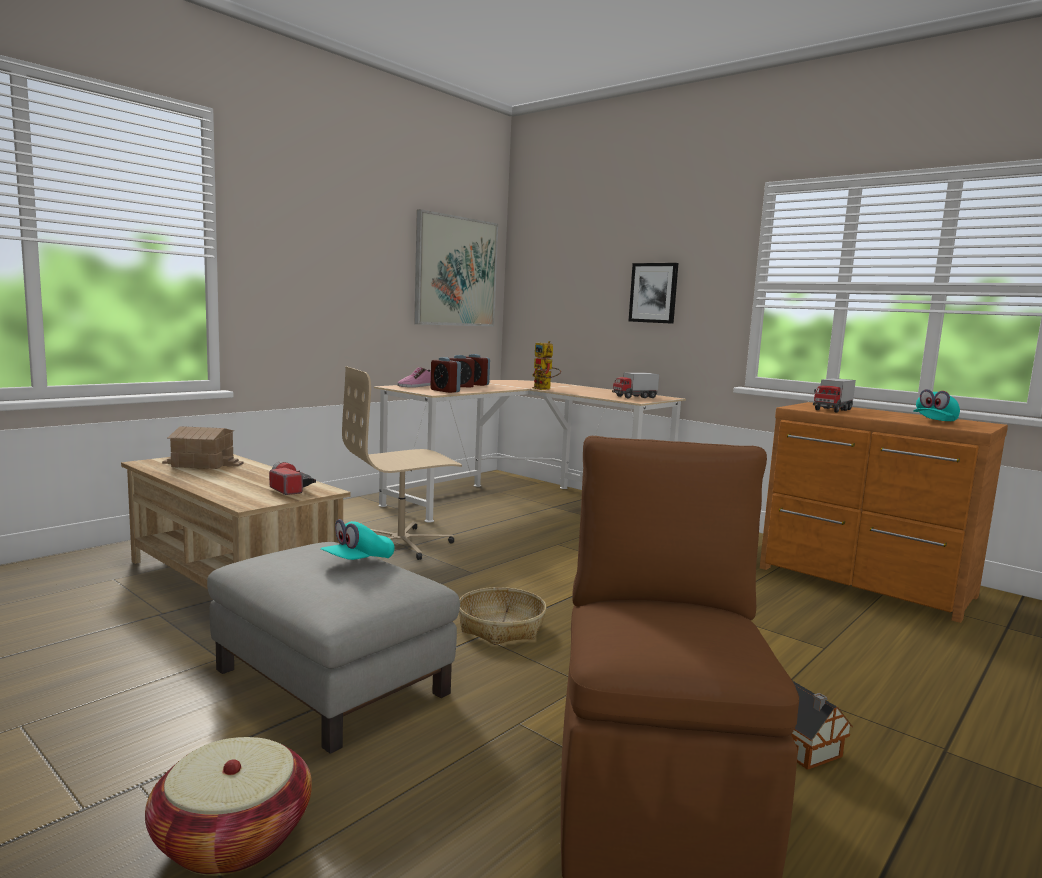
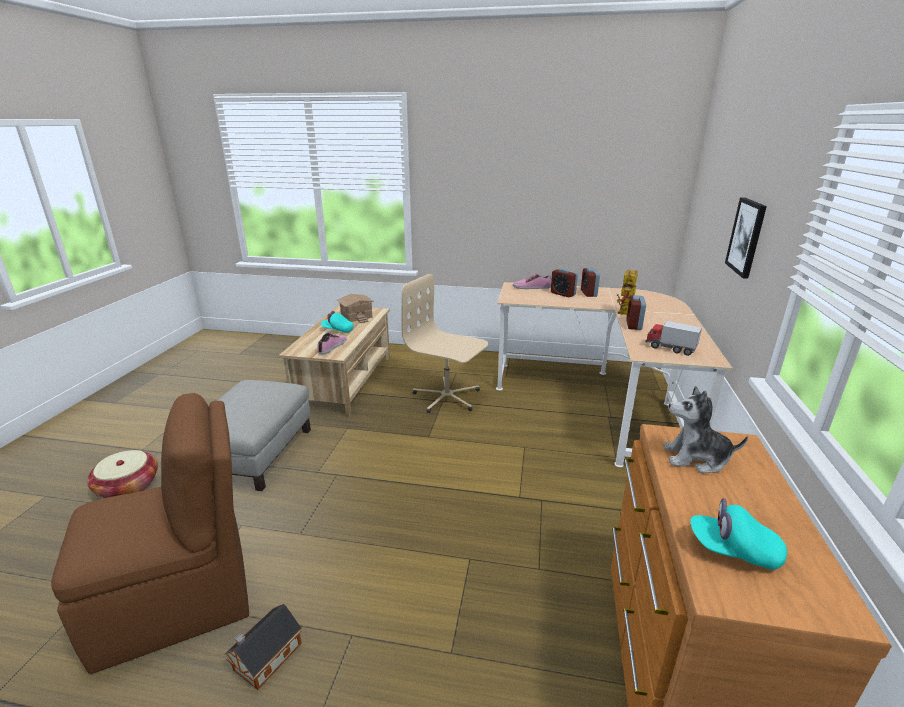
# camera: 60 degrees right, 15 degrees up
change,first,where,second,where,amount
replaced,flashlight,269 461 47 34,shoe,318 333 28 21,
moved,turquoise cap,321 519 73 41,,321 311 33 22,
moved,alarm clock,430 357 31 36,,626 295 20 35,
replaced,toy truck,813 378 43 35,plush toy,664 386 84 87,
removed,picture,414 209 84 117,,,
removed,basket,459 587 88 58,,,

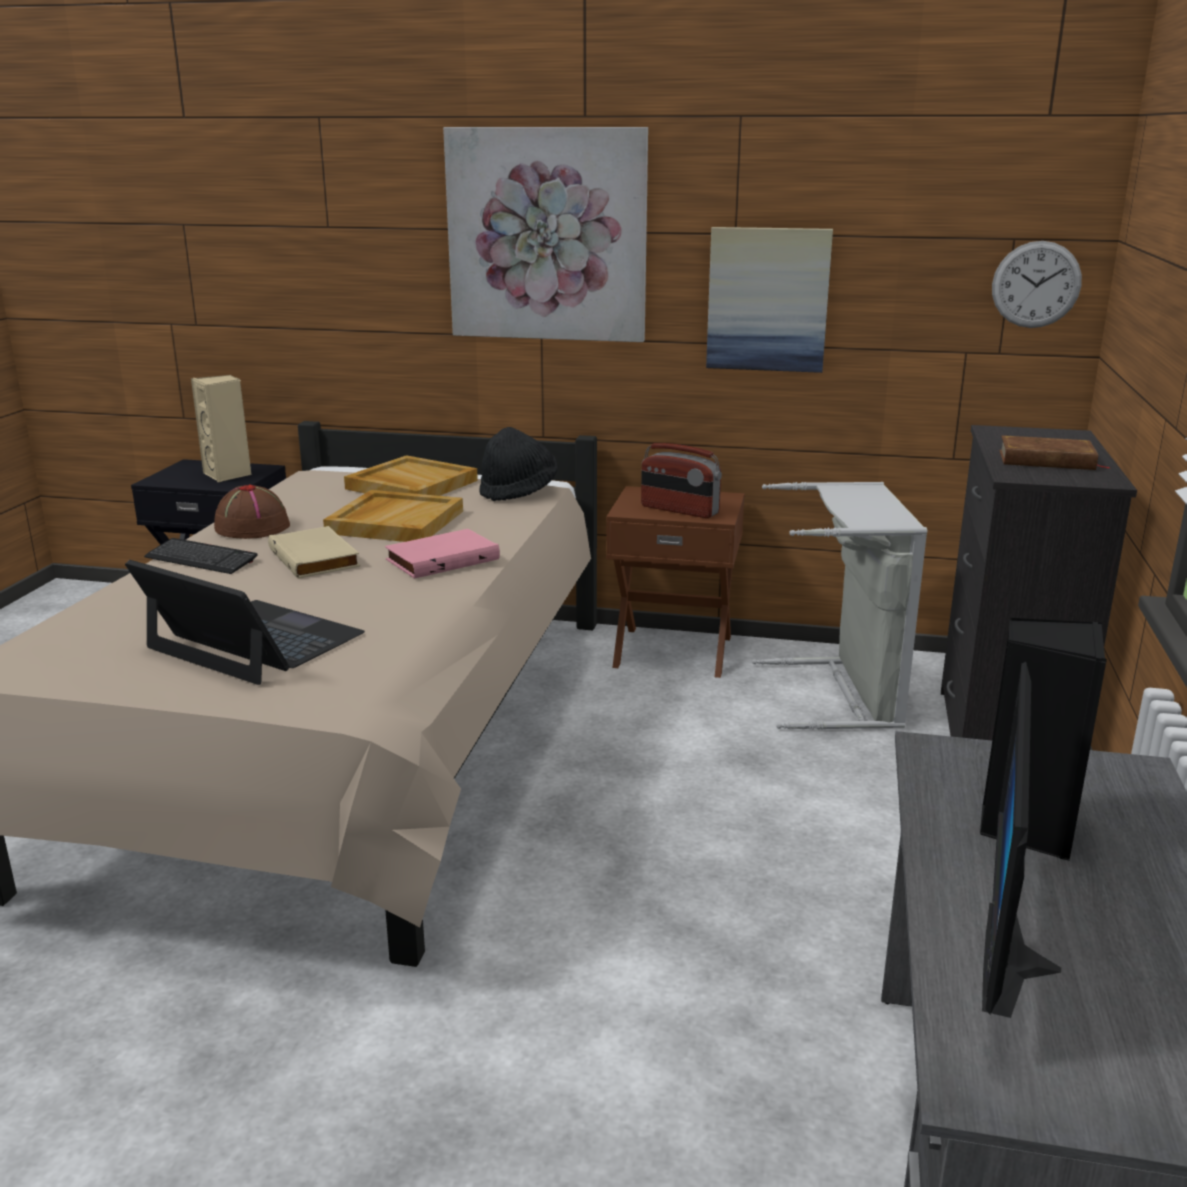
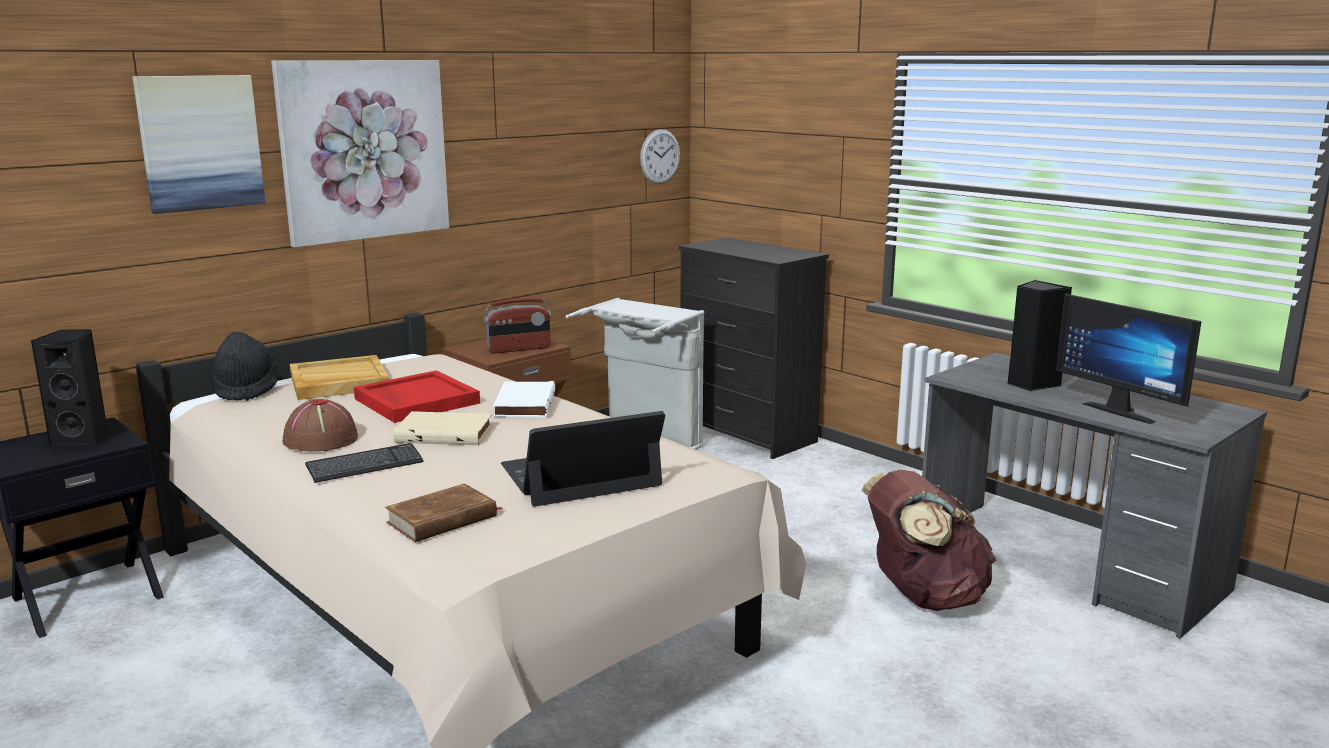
# camera: 55 degrees left, 5 degrees down
change,first,where,second,where,amount
recoloured,beige speaker,191 375 60 107,black speaker,31 329 77 117,
moved,picture,706 227 127 146,,132 75 134 139,
moved,black hat,479 427 79 74,,213 332 65 69,
recoloured,beige tray,323 490 140 52,red tray,354 370 126 53,
moved,brown book,999 435 111 35,,385 484 118 58,
recoloured,pink book,385 529 115 50,white book,493 381 62 37,
added,,,brown backpack,861 470 135 141,

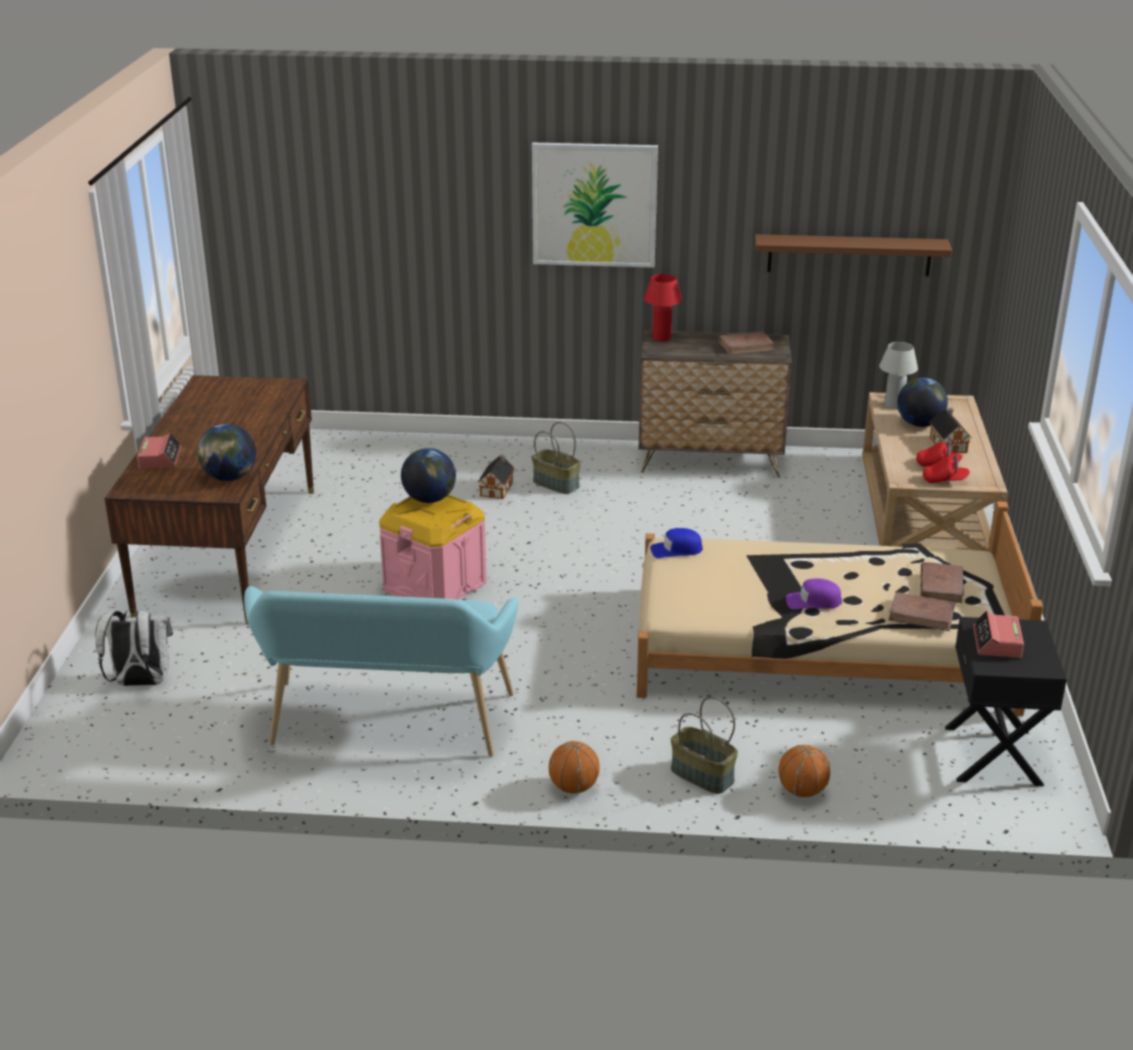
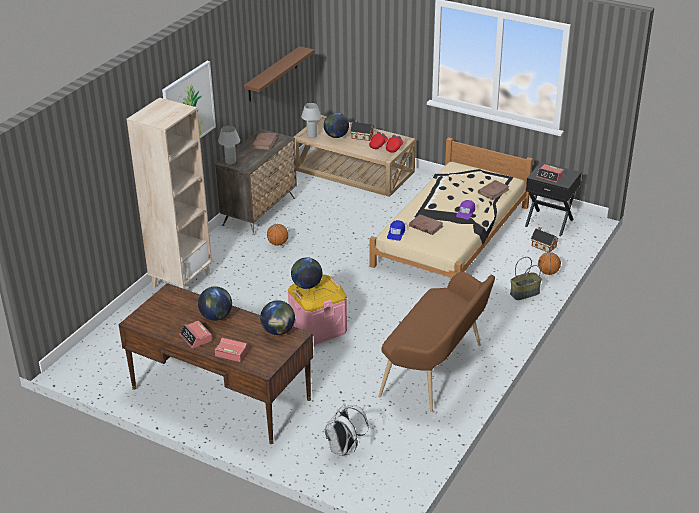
# camera: 65 degrees left, 5 degrees up
change,first,where,second,where,amount
added,,,beige bookcase,127 98 85 191,
added,,,alarm clock,180 321 32 28,
added,,,globe,198 286 34 35,
recoloured,red table lamp,644 274 38 67,white table lamp,218 126 22 38,
moved,basketball,549 741 51 53,,267 224 21 22,
recoloured,turquoise bench,244 586 275 171,brown bench,378 272 117 140,
moved,brown book,920 562 44 41,,409 214 34 21,
moved,toy house,477 455 38 44,,531 227 27 25,
removed,basket,532 422 49 72,,,

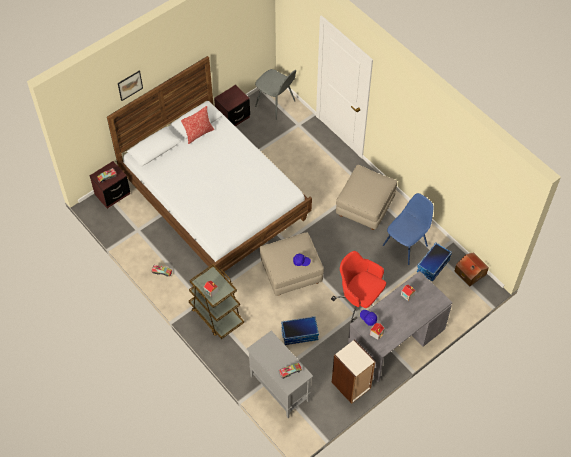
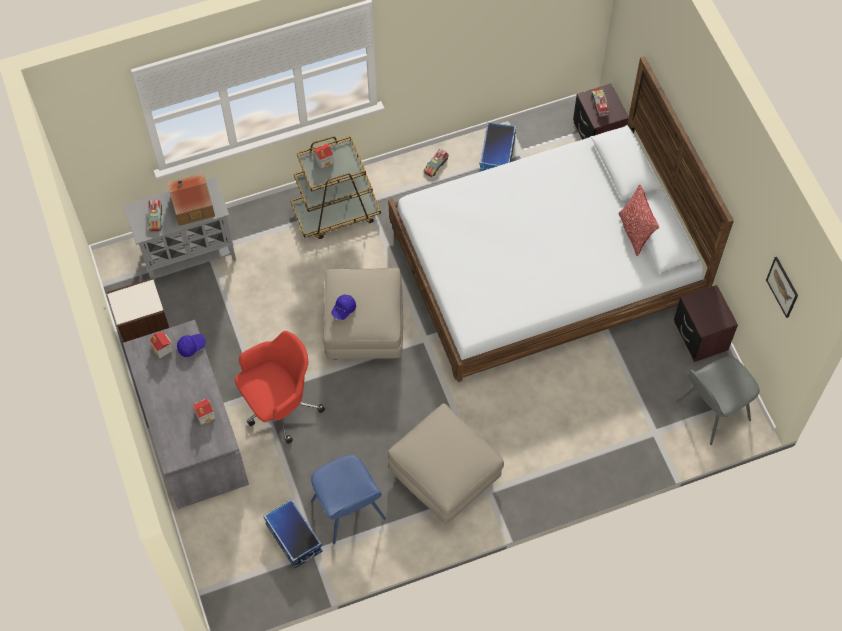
# camera: 110 degrees right, 5 degrees up
change,first,where,second,where,amount
moved,toy house,455 252 34 35,,167 174 48 52,
moved,storage box,281 316 38 29,,479 122 37 50,
moved,picture,118 70 25 31,,766 257 32 61,

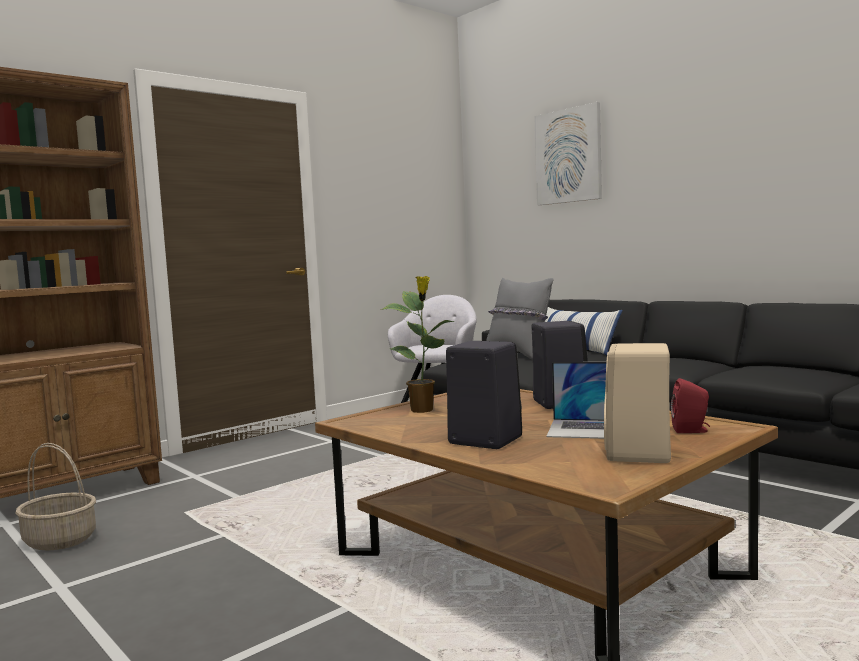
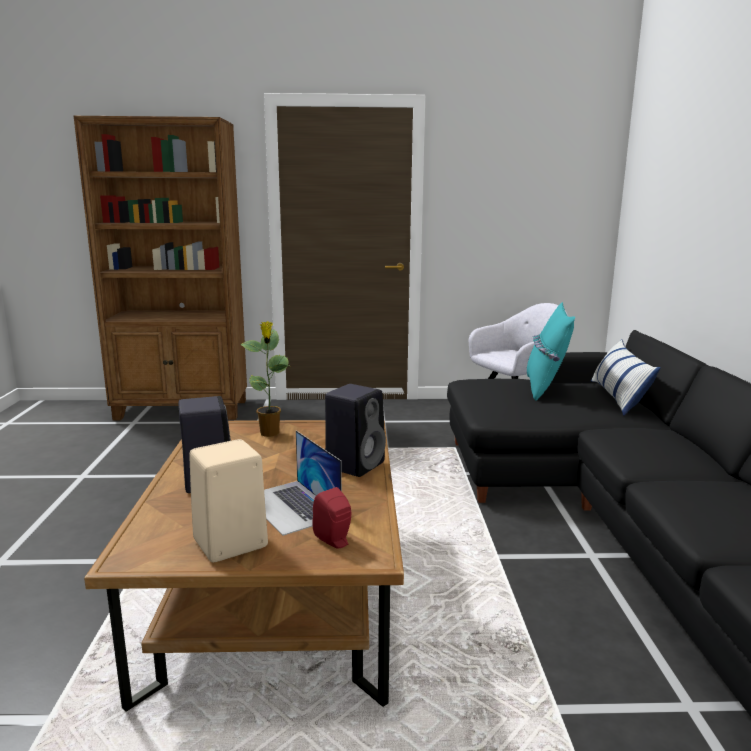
# camera: 40 degrees right, 10 degrees up
change,first,where,second,where,amount
recoloured,grey pillow,486 278 68 82,turquoise pillow,527 302 48 99,
removed,basket,15 443 81 107,,,
removed,picture,534 102 68 103,,,

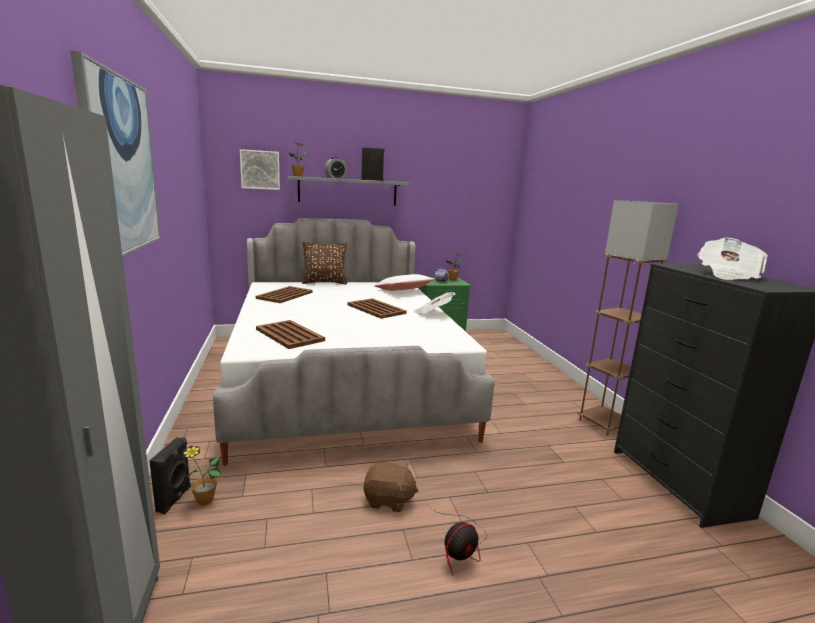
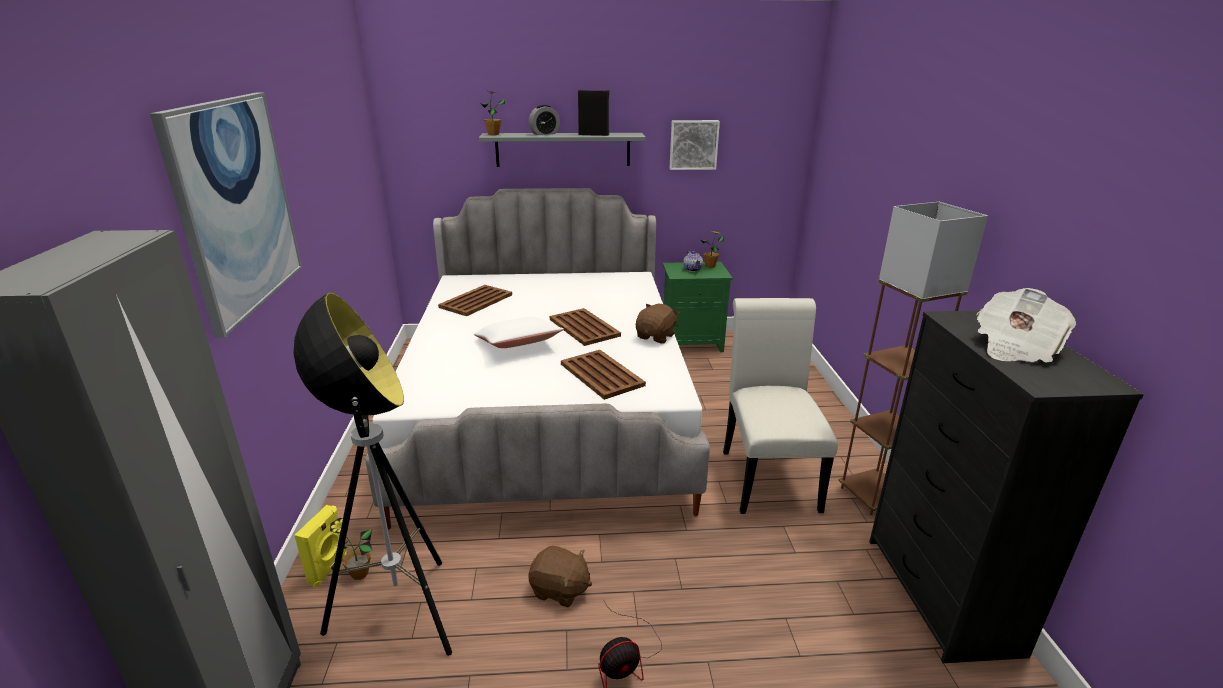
# camera: 10 degrees right, 10 degrees up
change,first,where,second,where,amount
added,,,floor lamp,294 292 158 364,
recoloured,black speaker,149 437 42 77,yellow speaker,294 505 53 83,
moved,white pillow,374 274 60 17,,474 317 90 31,
moved,brown tray,256 320 69 29,,561 350 85 50,
replaced,newspaper,413 292 43 23,brown plush toy,636 304 43 39,
moved,picture,240 149 40 41,,669 120 51 50,
added,,,white chair,723 298 115 216,
removed,brown pillow,302 242 45 42,,,

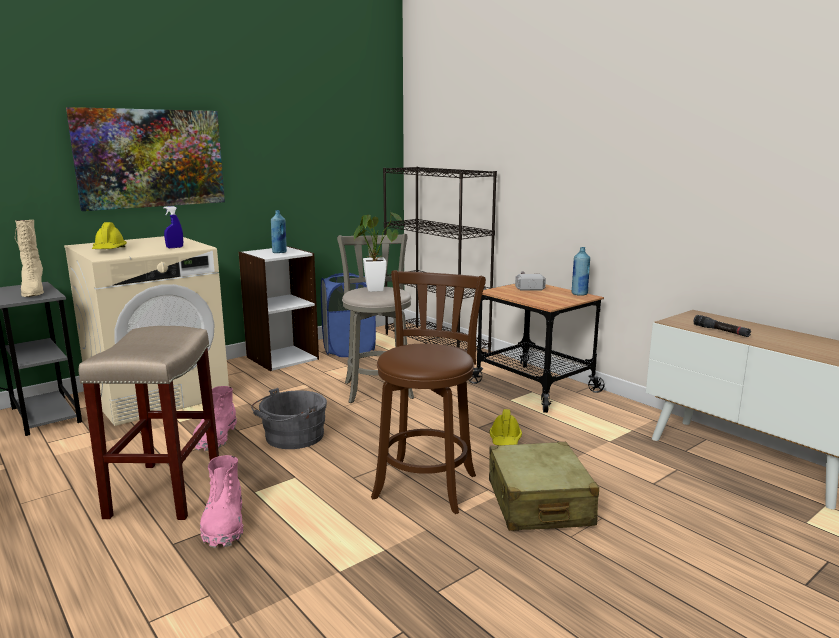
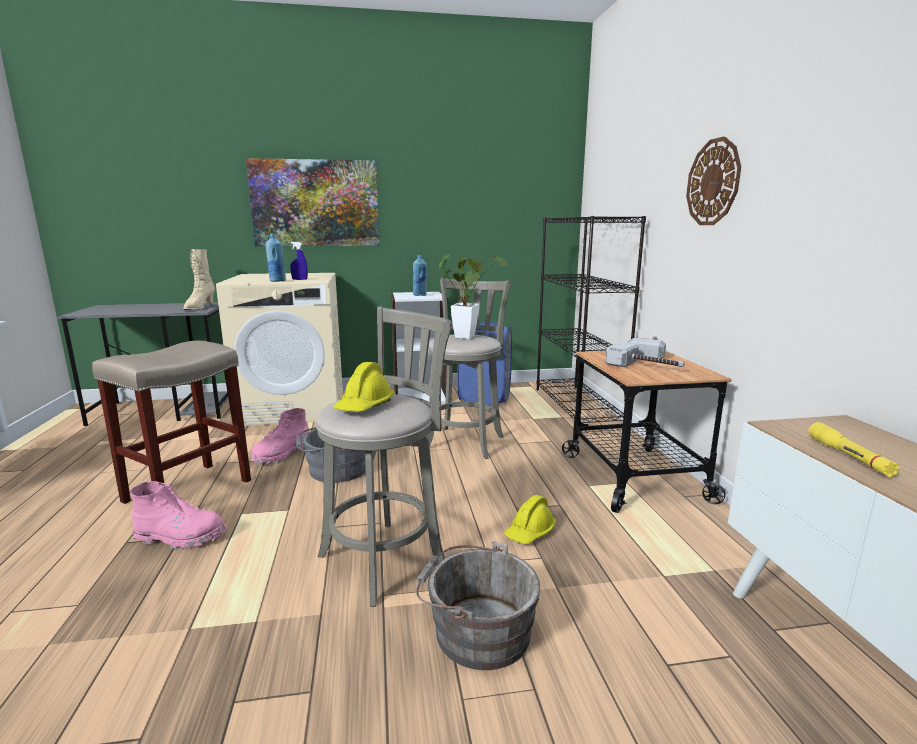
# camera: 30 degrees right, 0 degrees up
change,first,where,second,where,amount
turned,pink boot,200 455 44 93,,130 481 95 69,105 degrees counterclockwise
moved,blue bottle,571 247 19 49,,265 233 21 49,
recoloured,brown stool,371 270 115 244,grey stool,315 306 137 301,
moved,yellow hard hat,92 222 35 27,,333 362 61 49,
replaced,beige suitcase,489 442 110 89,grey bucket,416 541 124 129,
added,,,hammer,605 342 79 25,
added,,,wall clock,686 136 55 89,
recoloured,black flashlight,694 315 57 22,yellow flashlight,808 422 92 55,

